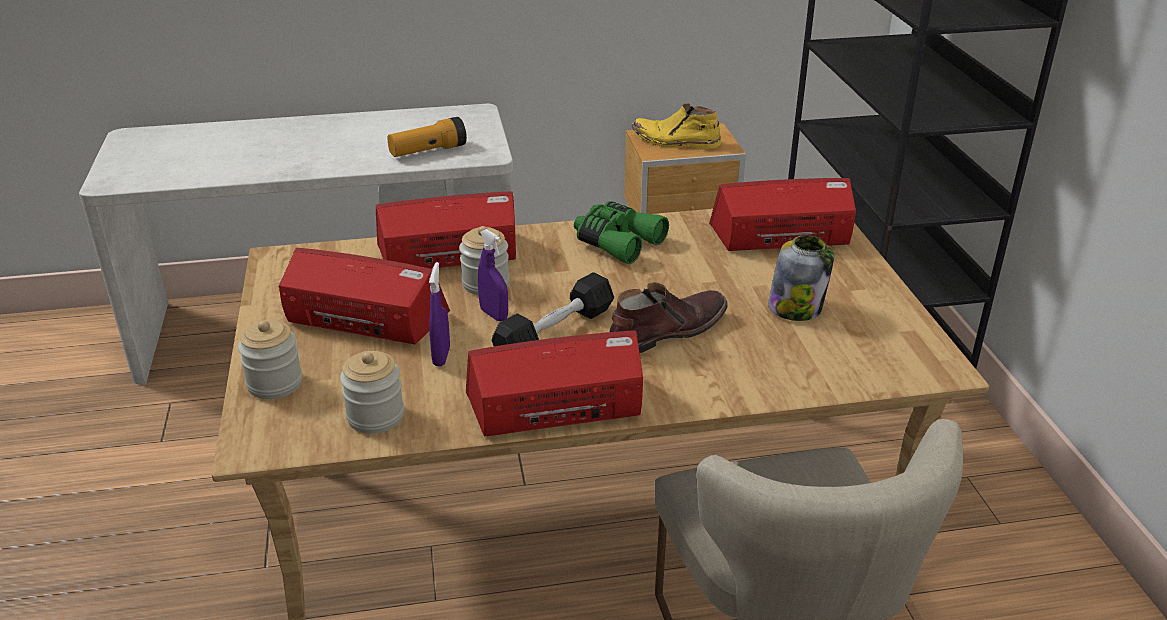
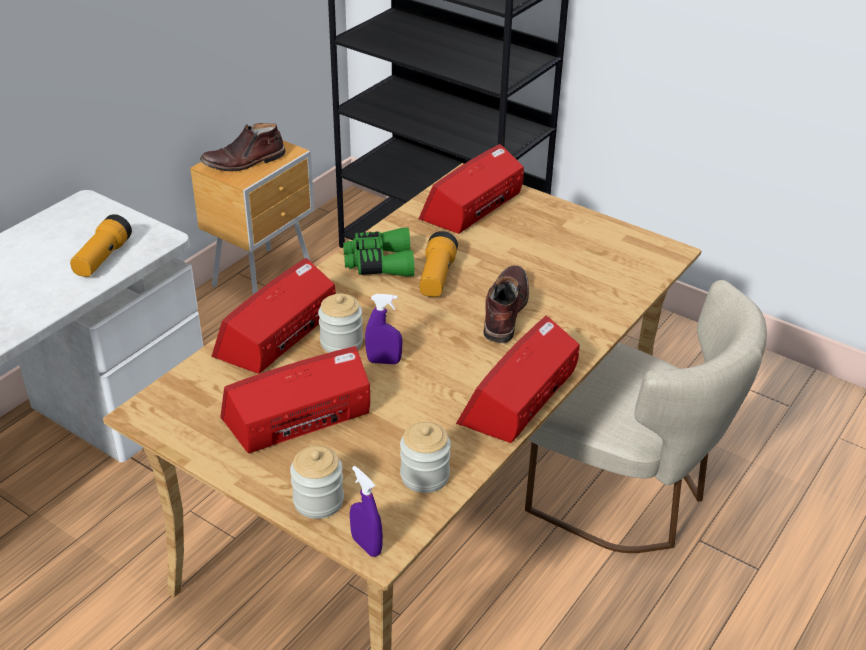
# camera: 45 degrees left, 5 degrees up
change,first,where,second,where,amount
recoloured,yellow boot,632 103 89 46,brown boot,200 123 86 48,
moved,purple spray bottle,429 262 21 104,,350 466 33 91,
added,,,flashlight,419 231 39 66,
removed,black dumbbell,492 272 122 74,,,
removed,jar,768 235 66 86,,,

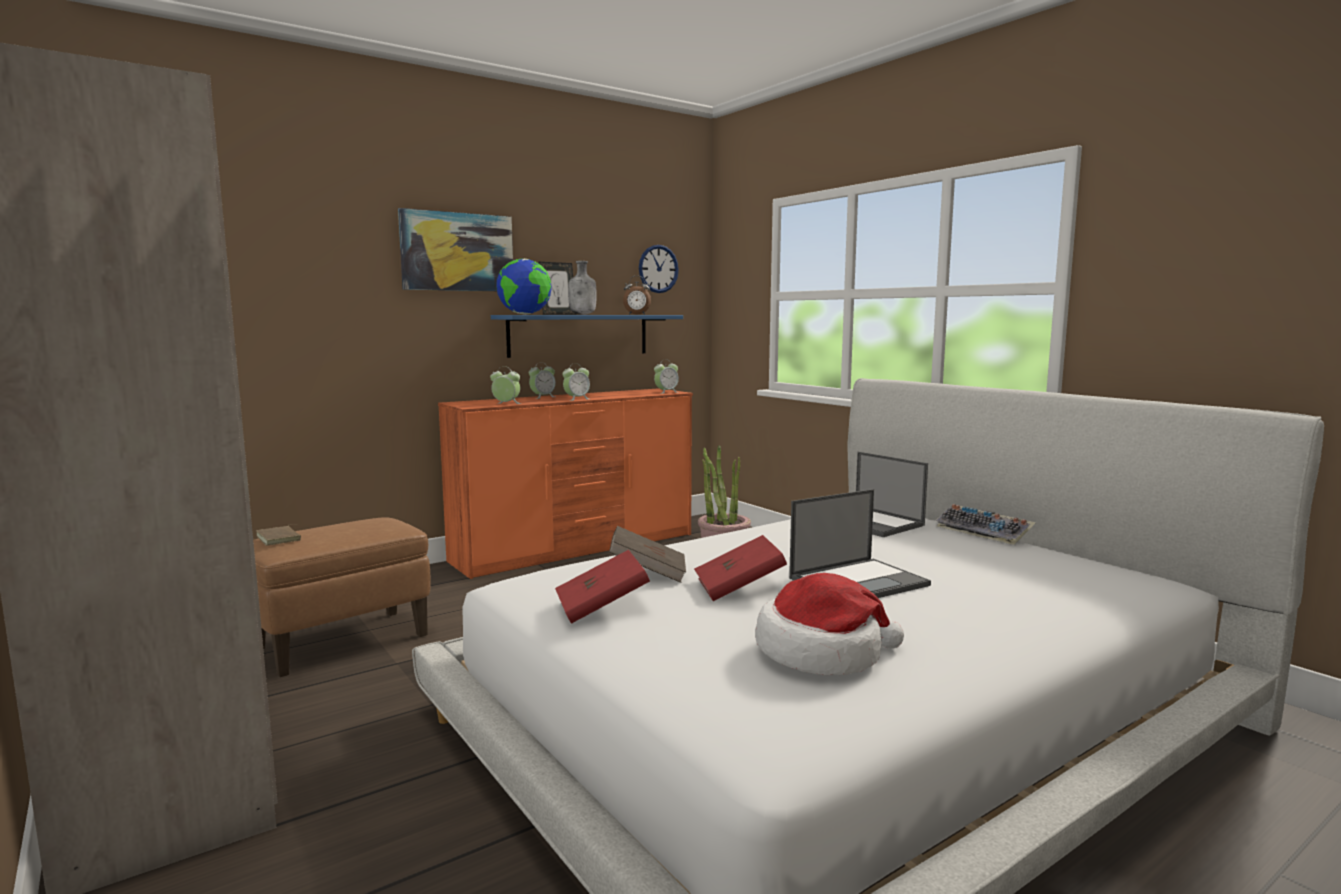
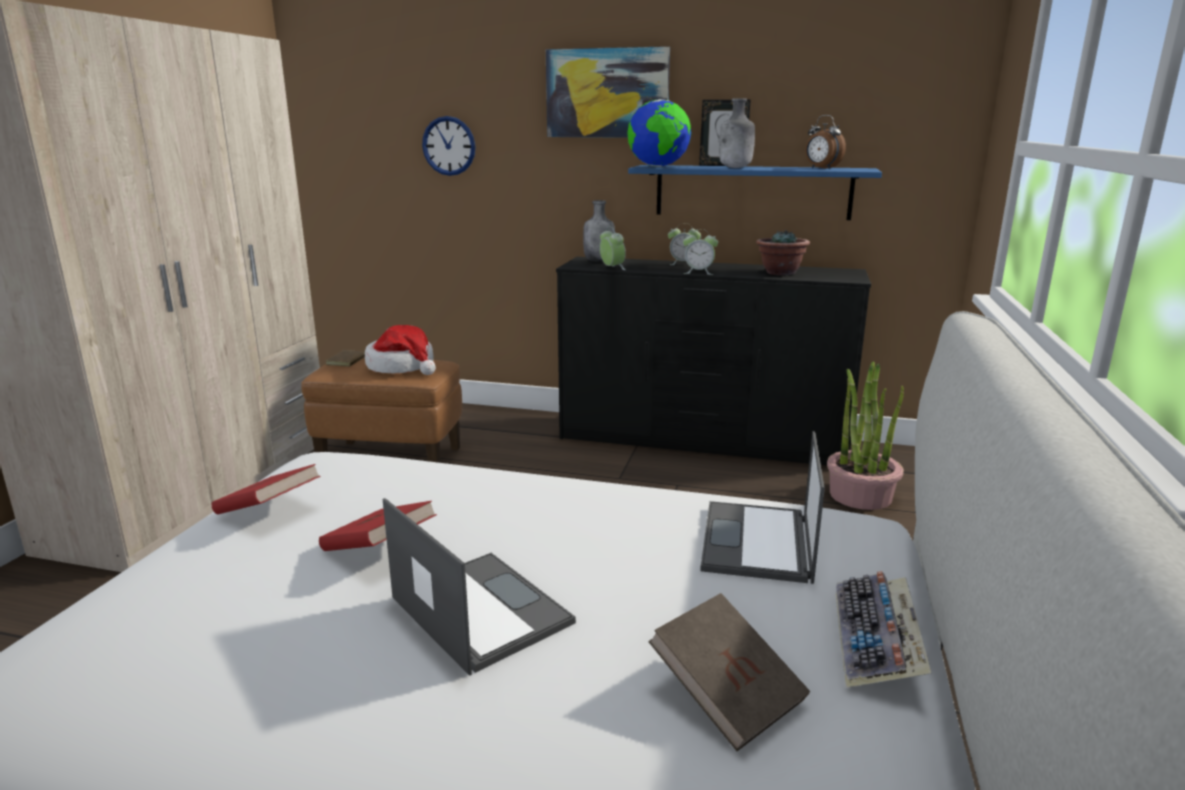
# camera: 50 degrees right, 10 degrees up
change,first,where,second,where,amount
moved,hat,755 573 149 102,,365 325 71 50,
turned,laptop,789 489 142 109,,383 498 193 177,150 degrees counterclockwise
moved,wall clock,639 245 40 48,,422 116 54 60,
recoloured,orange dresser,438 388 255 191,black dresser,556 257 315 208,
added,,,grey bottle,583 200 32 62,
moved,brown book,609 526 77 57,,648 593 162 158,
added,,,potted plant,756 230 54 45,
removed,alarm clock,654 360 25 34,,,

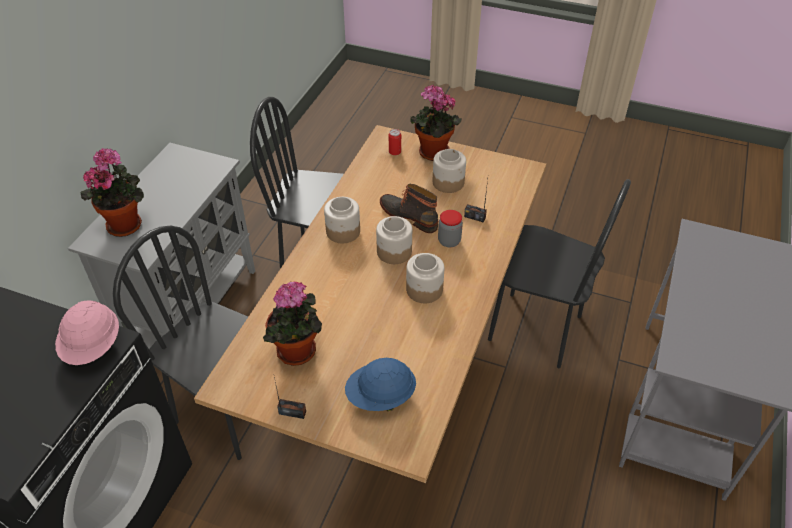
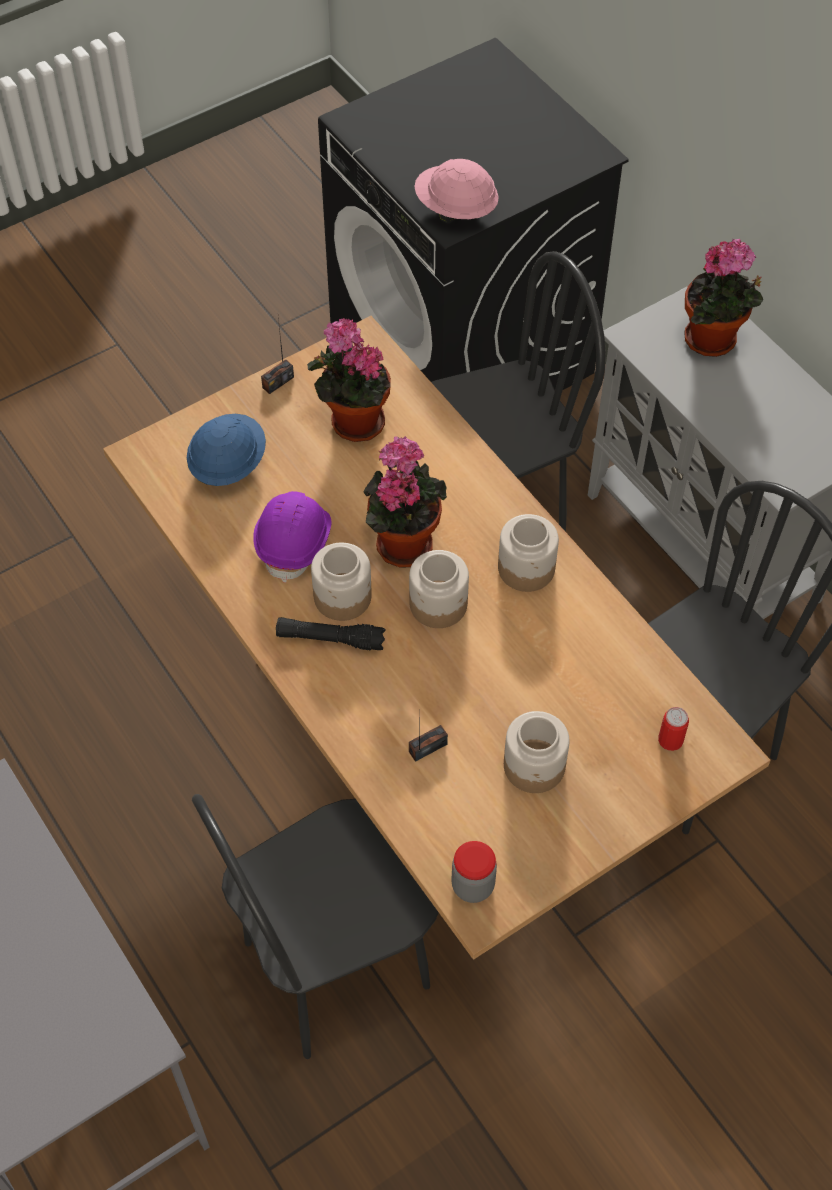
# camera: 125 degrees right, 10 degrees up
change,first,where,second,where,amount
added,,,purple hard hat,253 491 78 92,
added,,,black flashlight,276 617 109 34,
moved,potted plant,410 85 52 76,,363 436 84 132,
moved,jar,438 210 25 37,,451 841 46 62,
removed,boot,380 184 58 49,,,

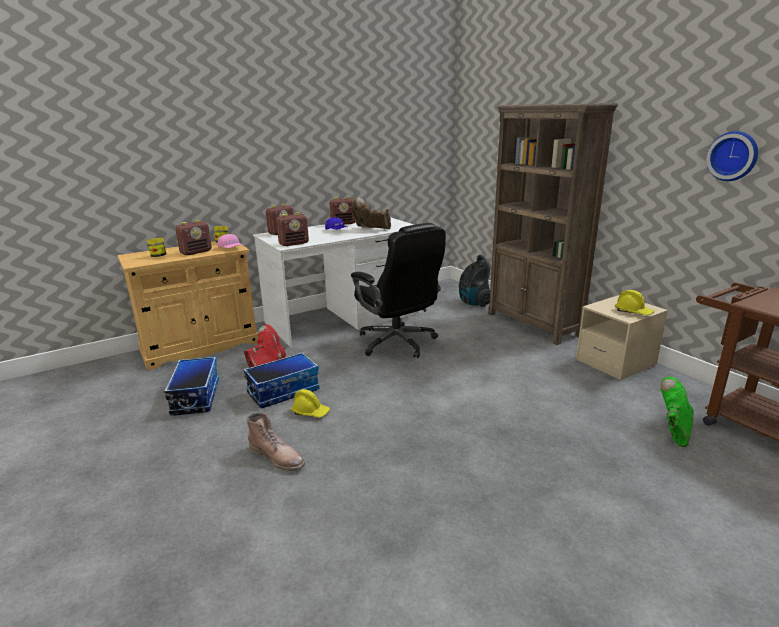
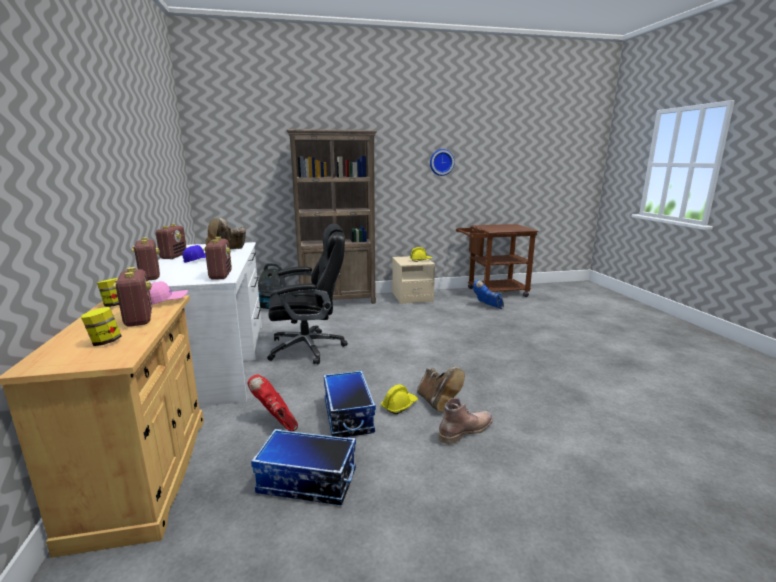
# camera: 70 degrees left, 5 degrees down
change,first,where,second,where,amount
added,,,brown boot,417 367 48 45,
recoloured,green boot,660 377 34 70,blue boot,473 280 31 29,

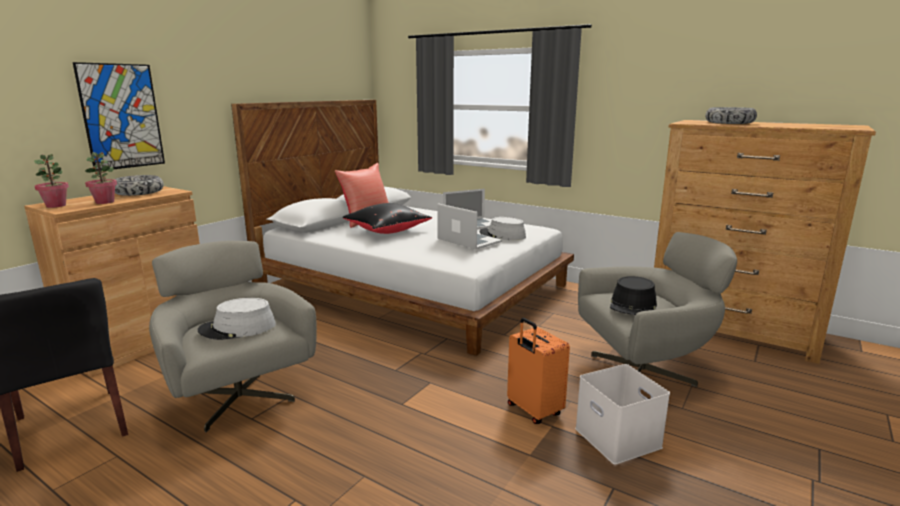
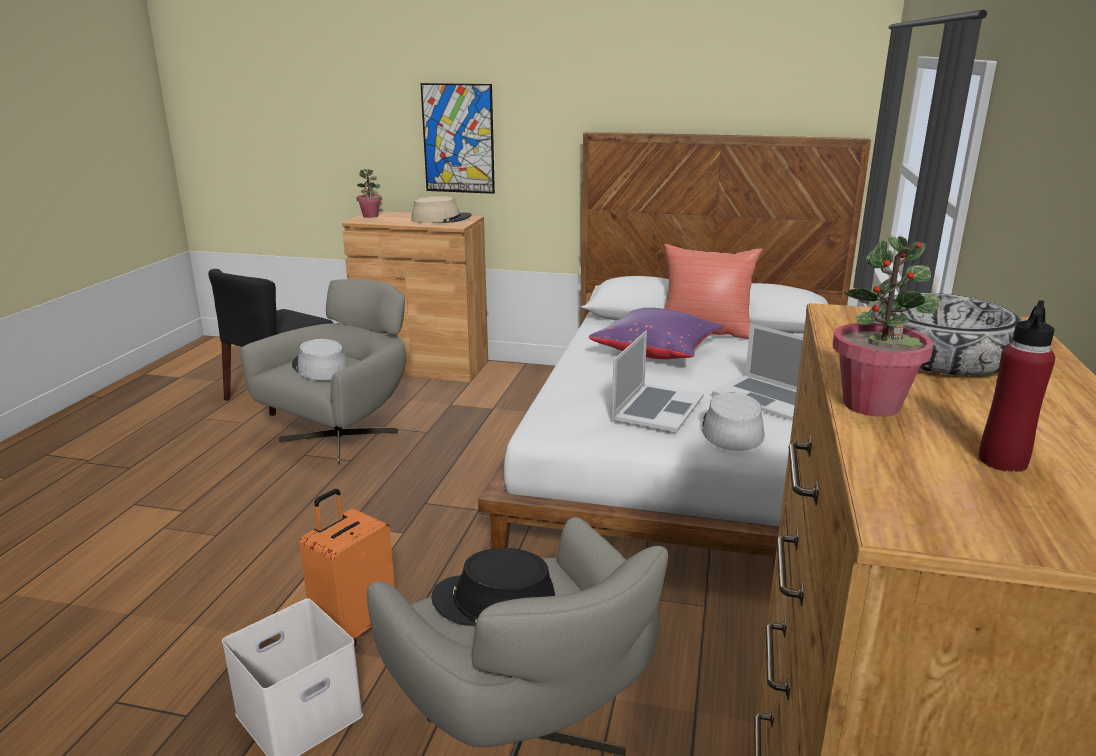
# camera: 70 degrees right, 5 degrees up
change,first,where,second,where,amount
replaced,bowl,114 175 50 21,beige hat,411 196 60 27,
recoloured,black pillow,343 203 89 31,purple pillow,589 308 135 51,
moved,potted plant,85 152 32 52,,833 235 109 182,
added,,,red bottle,979 300 76 172,

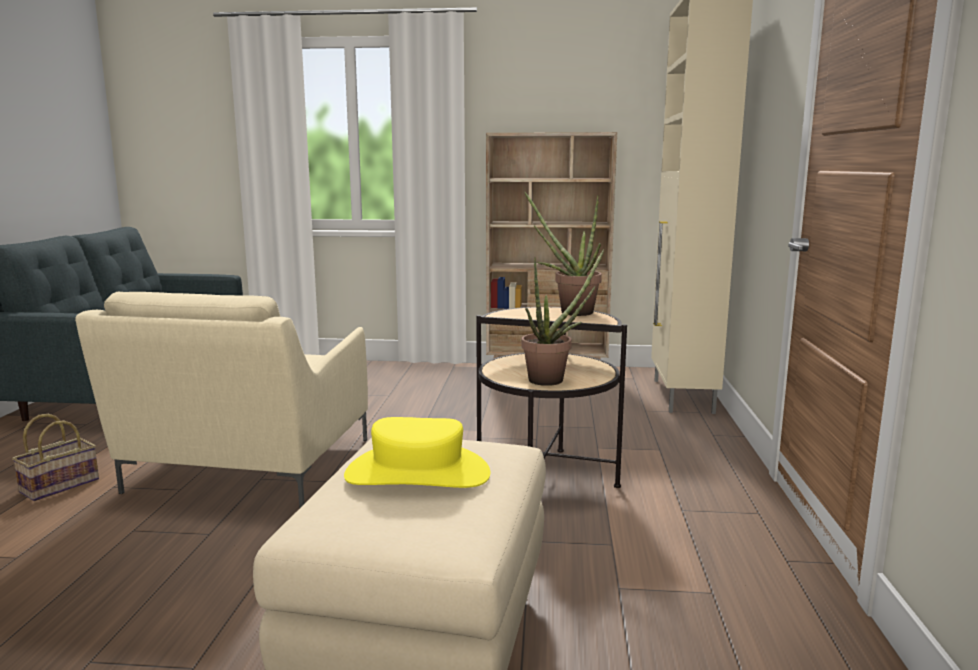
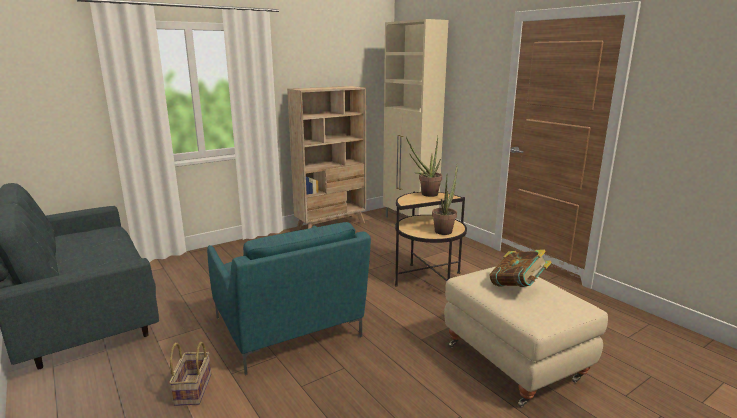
# camera: 40 degrees left, 5 degrees up
change,first,where,second,where,amount
recoloured,beige armchair,75 292 293 217,turquoise armchair,207 222 164 153,
replaced,yellow hat,344 417 146 71,book,490 249 62 38,

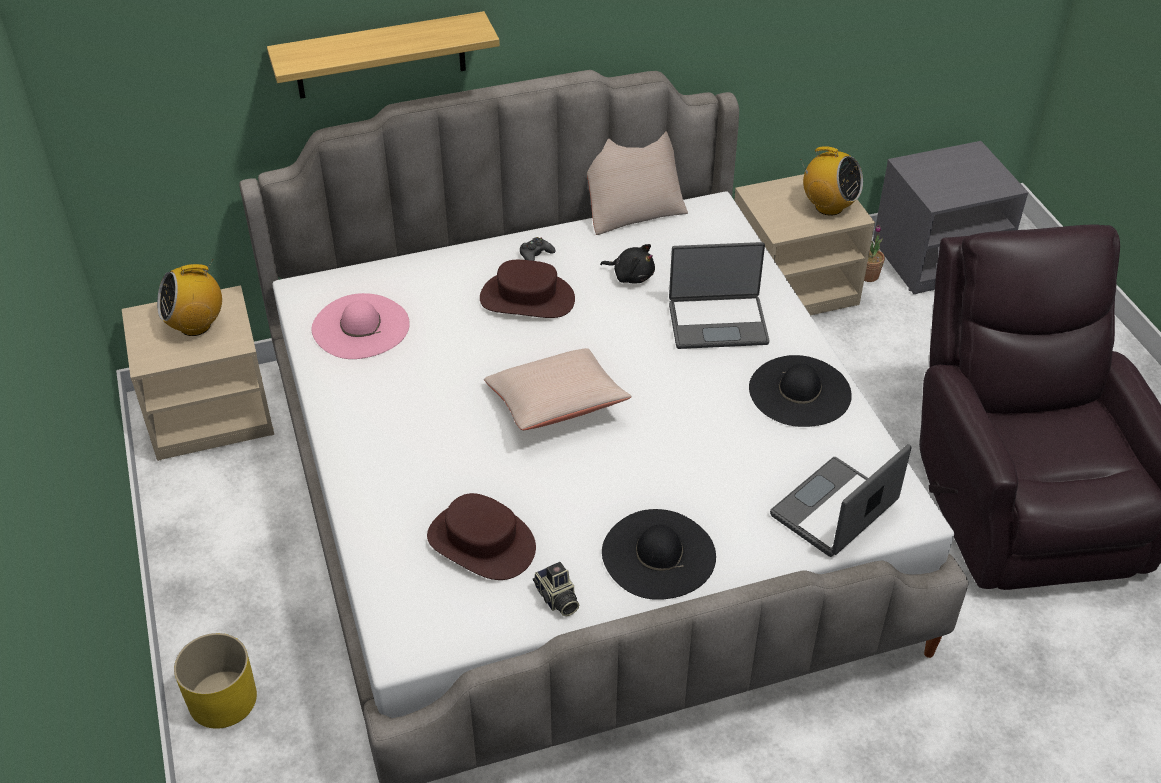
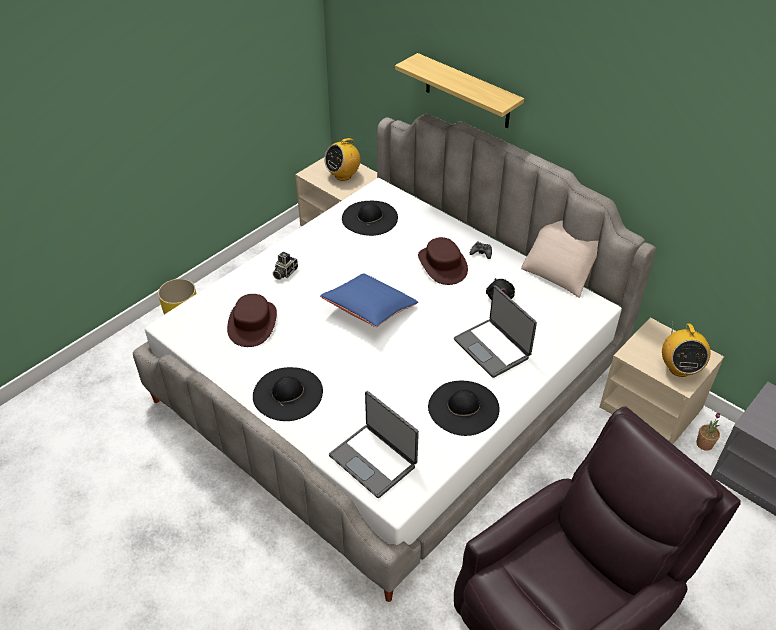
# camera: 60 degrees right, 0 degrees up
change,first,where,second,where,amount
moved,photo camera,533 562 46 54,,273 252 25 28,
recoloured,beige pillow,484 348 148 82,blue pillow,320 273 98 54,
turned,radio,157 259 65 77,,324 136 36 45,75 degrees counterclockwise
turned,laptop,770 444 142 113,,329 391 90 107,150 degrees counterclockwise
recoloured,pink hat,312 293 98 66,black hat,342 201 56 35,

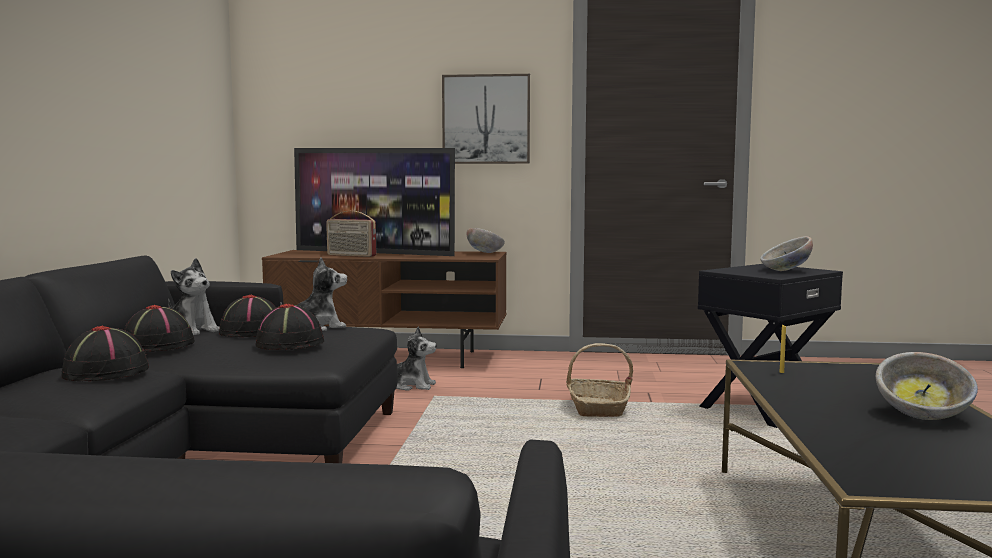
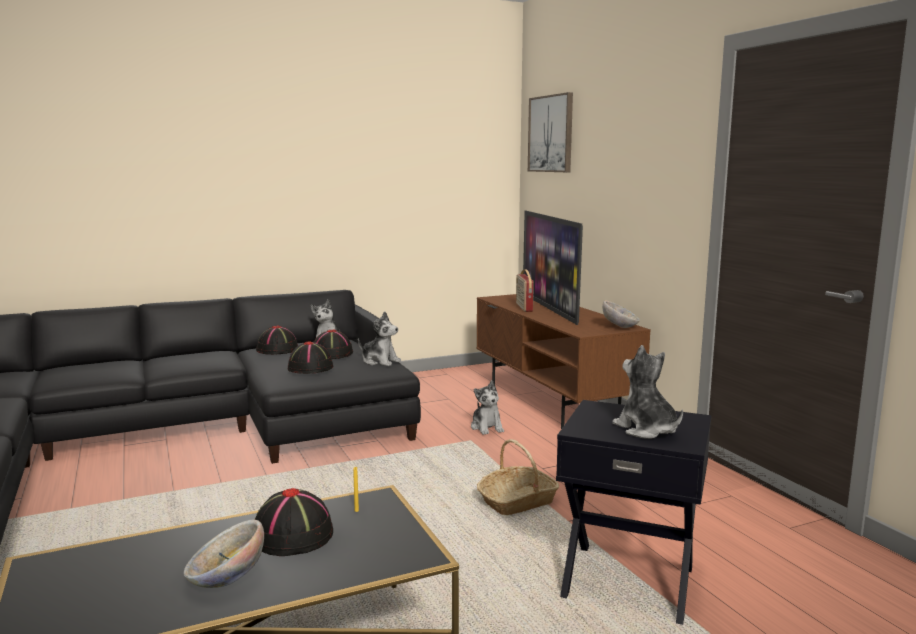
# camera: 60 degrees right, 5 degrees up
change,first,where,second,where,amount
moved,black hat,62 325 87 56,,255 488 78 68,
moved,picture,442 74 88 90,,528 92 45 80,
replaced,bowl,760 236 53 35,plush toy,612 345 71 94,

